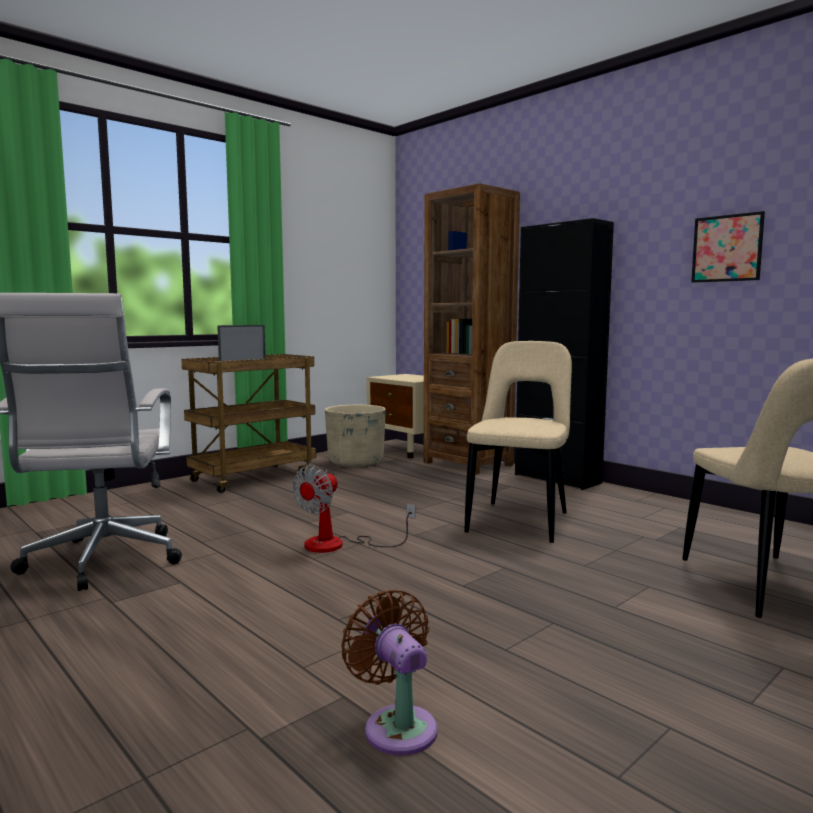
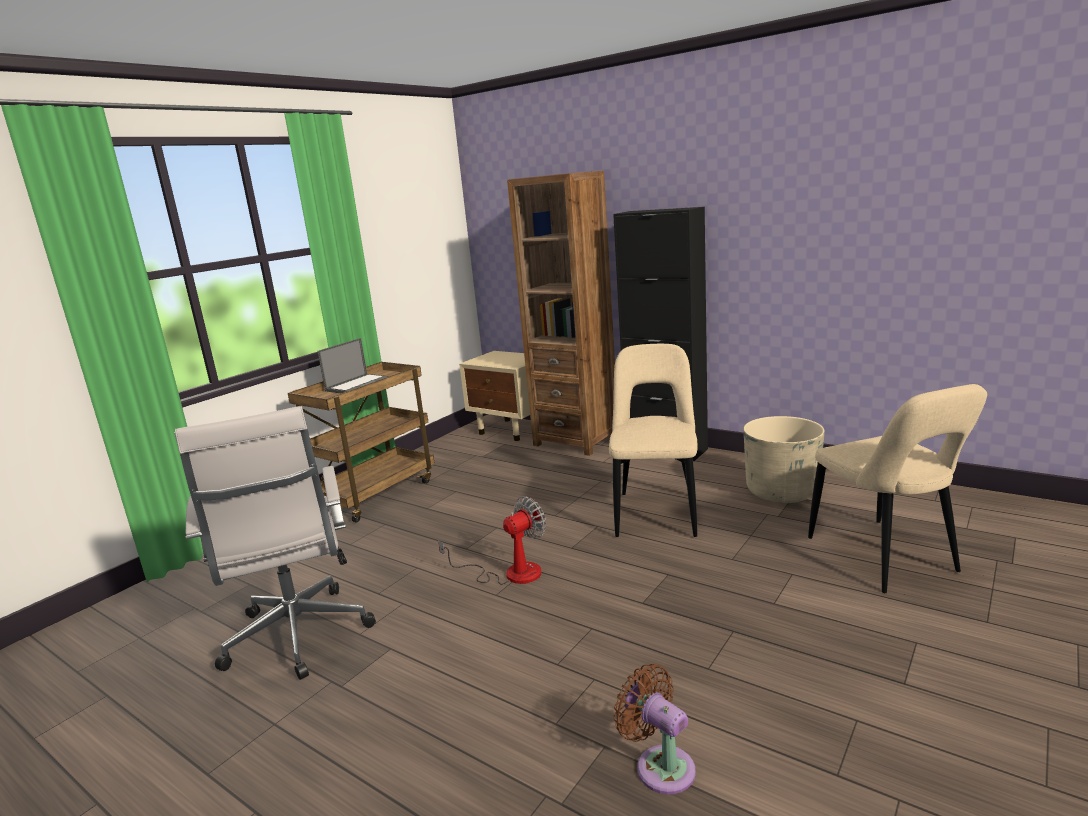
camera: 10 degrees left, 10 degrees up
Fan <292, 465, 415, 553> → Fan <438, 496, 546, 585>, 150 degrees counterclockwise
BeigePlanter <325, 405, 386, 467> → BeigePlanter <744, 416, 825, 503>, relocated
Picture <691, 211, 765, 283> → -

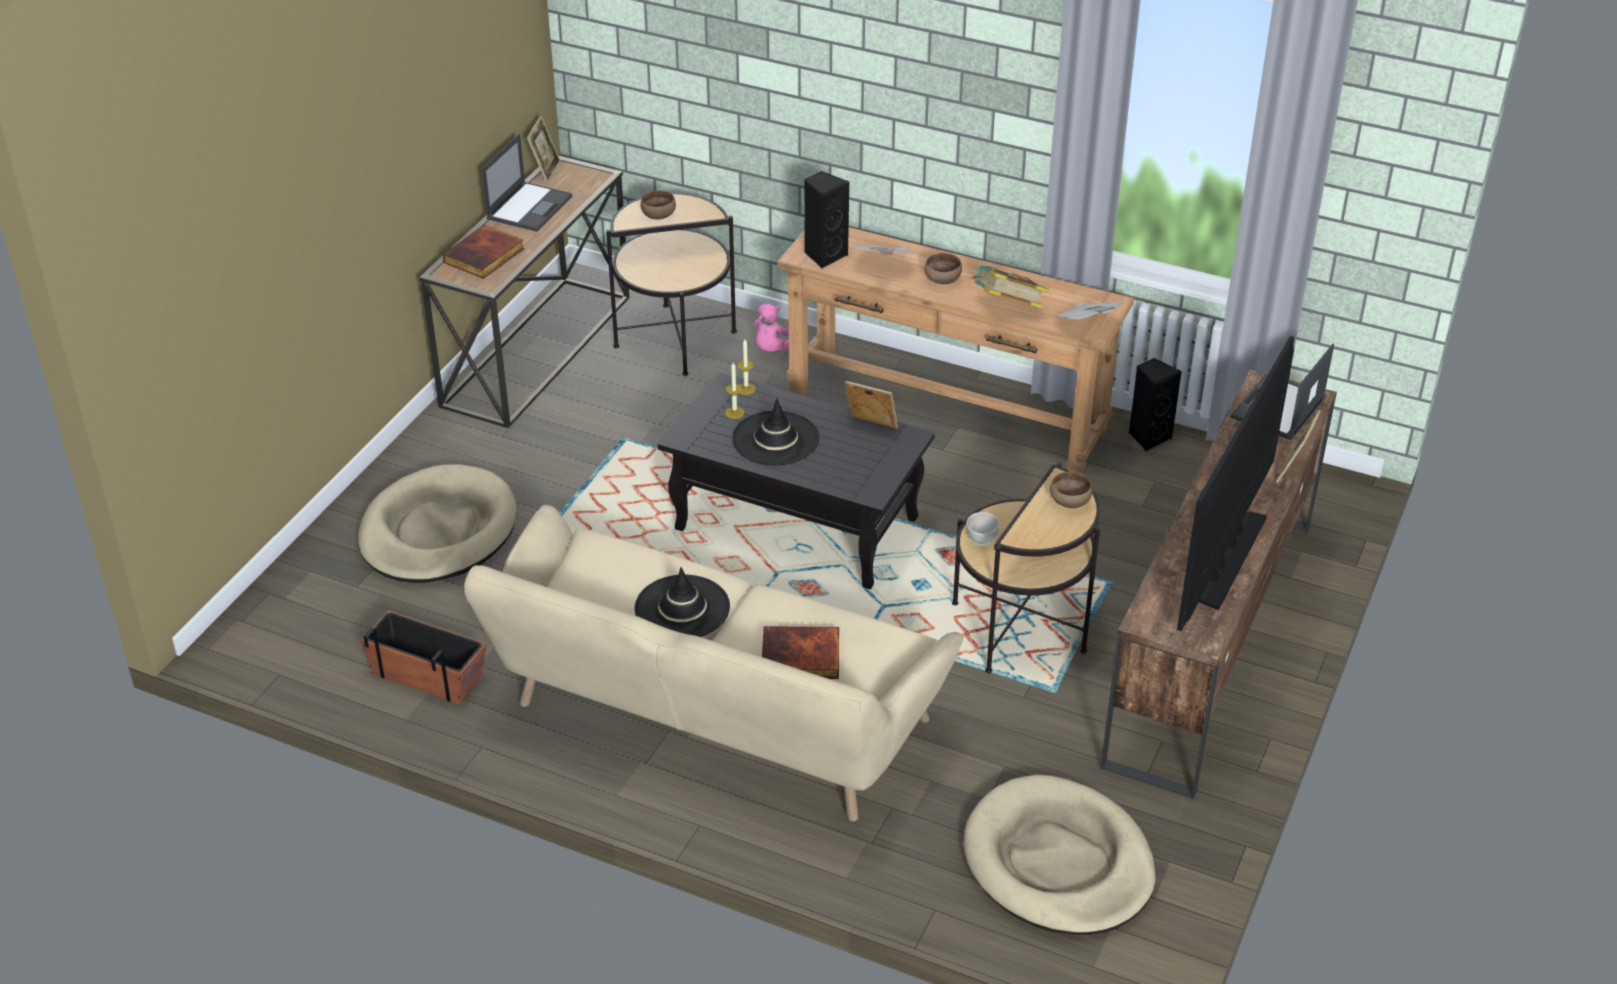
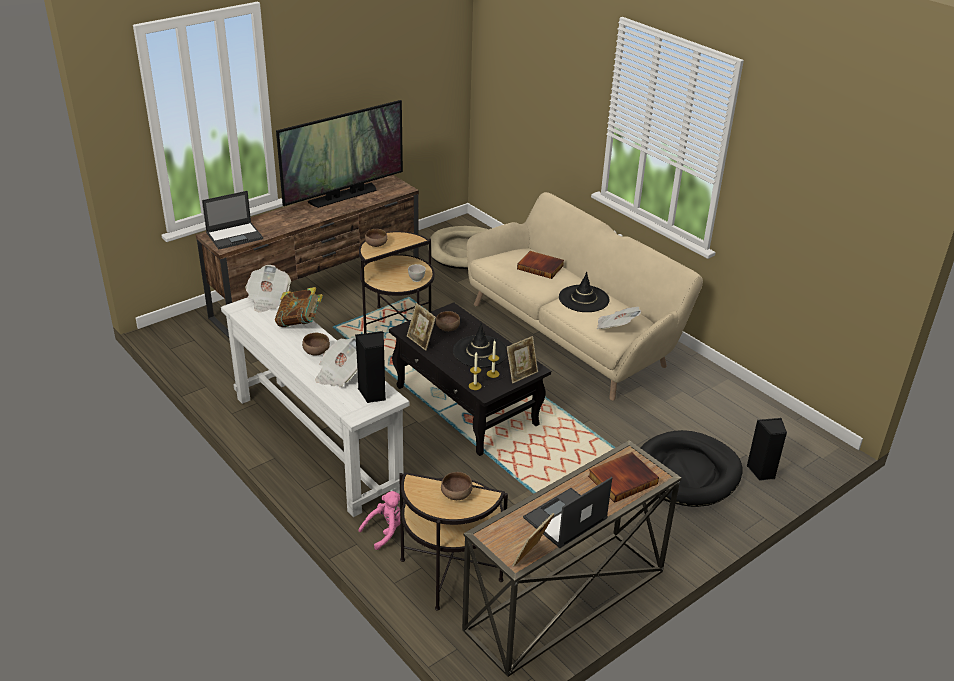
camera: 155 degrees left, 5 degrees down
BrownConsoleTable <777, 227, 1134, 473> → WhiteConsoleTable <221, 297, 409, 517>
- → BrownBowl <436, 311, 460, 331>
PictureFrame <1276, 410, 1321, 483> → PictureFrame <507, 336, 538, 383>, relocated
- → Newspaper <597, 307, 641, 329>
BeigeDogBed <358, 464, 517, 583> → BlackDogBed <640, 430, 743, 507>
BlackSpeaker <1128, 358, 1182, 452> → BlackSpeaker <747, 418, 787, 481>, relocated
Planter <361, 610, 487, 705> → -

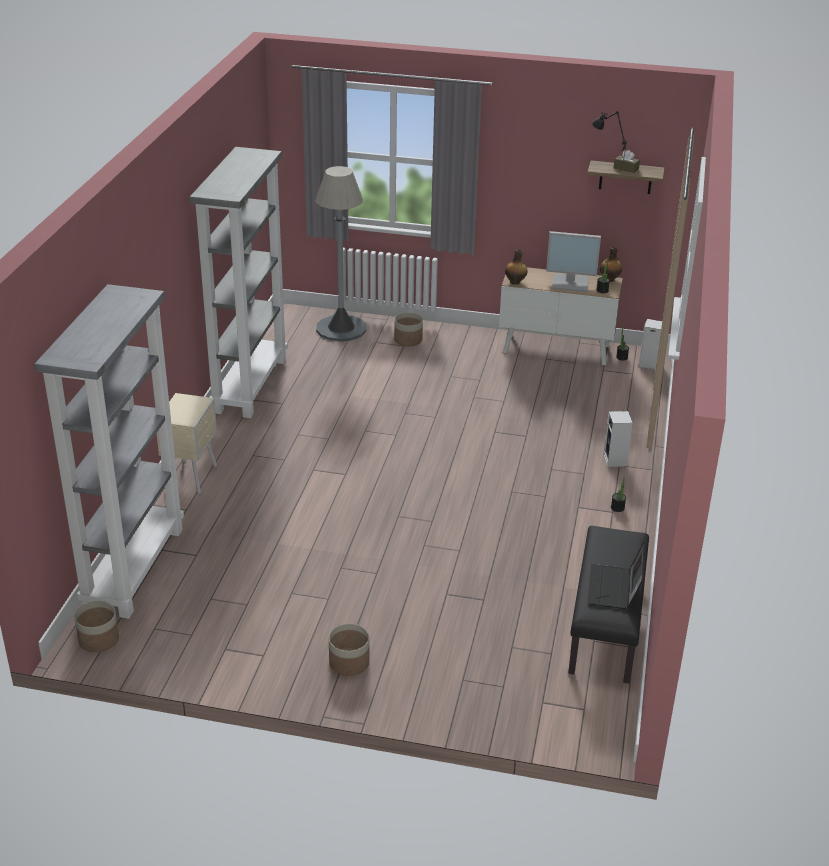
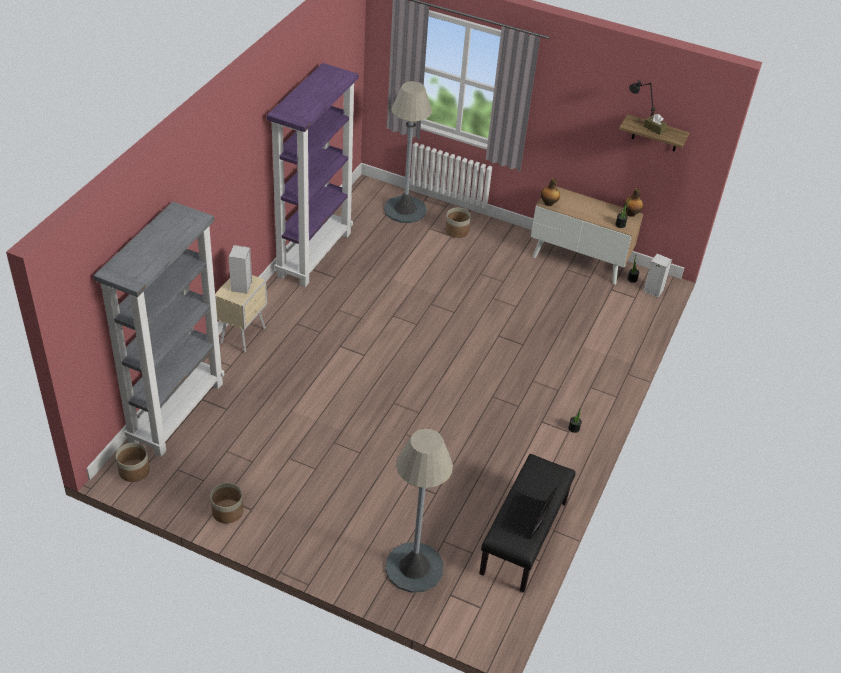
camera: 10 degrees right, 10 degrees up
Planter <329, 624, 369, 676> → Planter <210, 483, 243, 524>, relocated
Speaker <603, 411, 633, 467> → Speaker <229, 245, 252, 294>, relocated
GreyBookcase <190, 147, 288, 418> → PurpleBookcase <267, 63, 359, 287>
- → GreyFloorLamp <385, 429, 453, 593>
Monitor <546, 231, 601, 292> → -

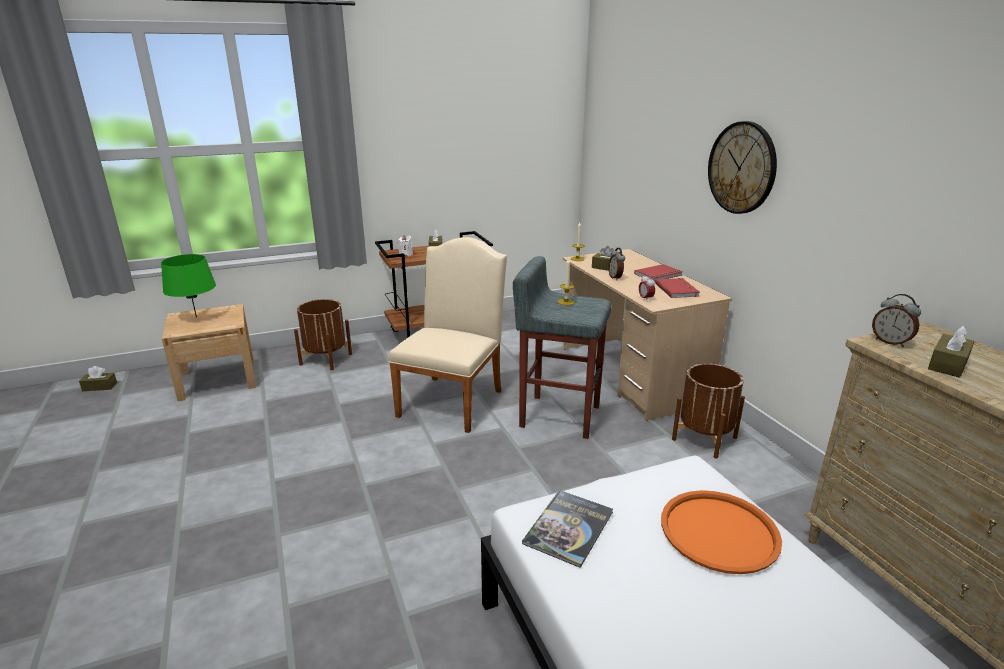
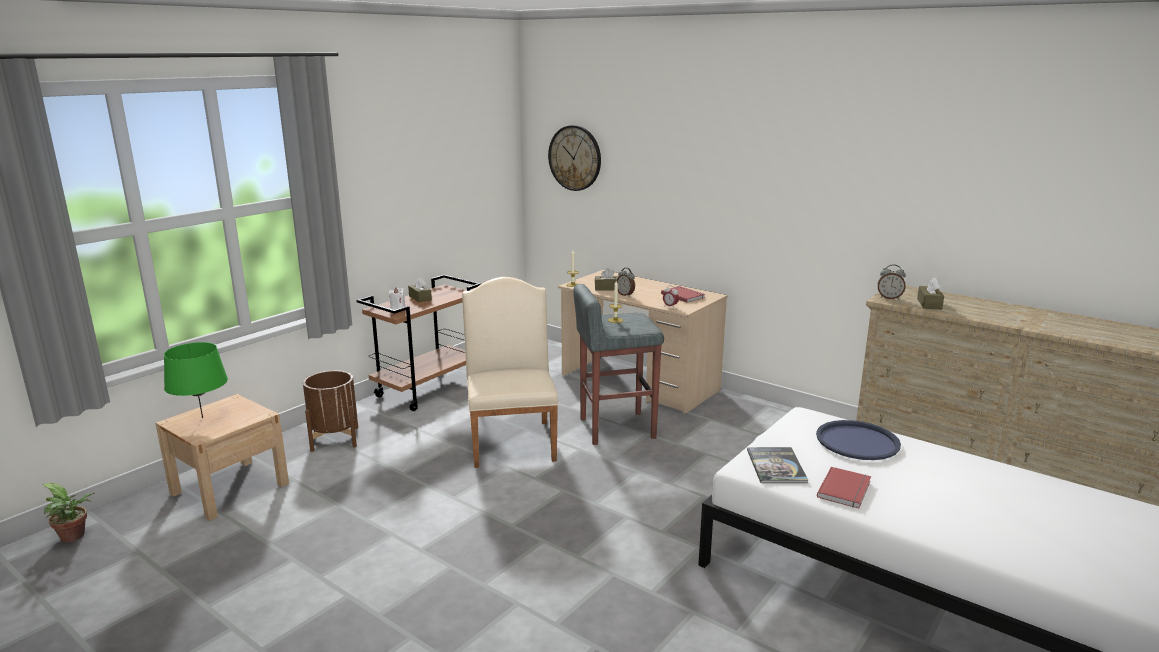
camera: 30 degrees left, 5 degrees down
BrownTissueBox <79, 366, 117, 391> → PottedPlant <43, 483, 95, 542>
WallClock <708, 121, 777, 214> → WallClock <548, 125, 601, 191>, relocated
OrangeTray <661, 490, 782, 574> → BlueTray <816, 420, 901, 460>
RedBook <634, 264, 683, 282> → RedBook <817, 467, 871, 508>, relocated
BrownPlanter <672, 363, 745, 458> → -

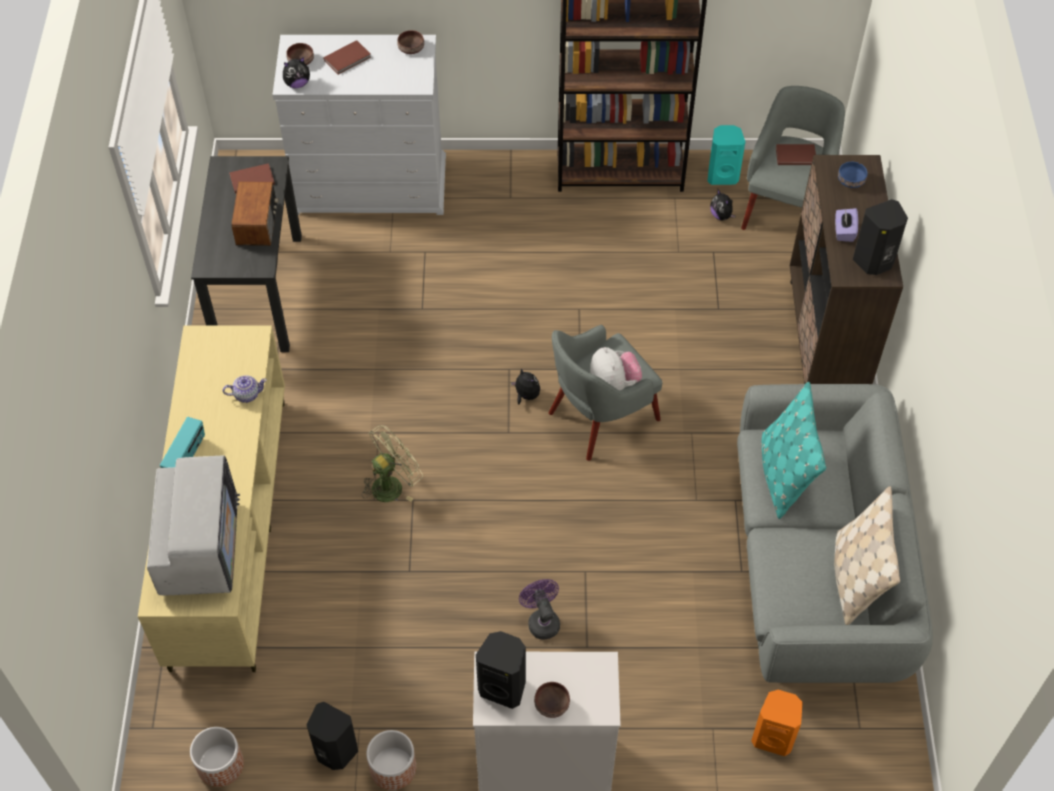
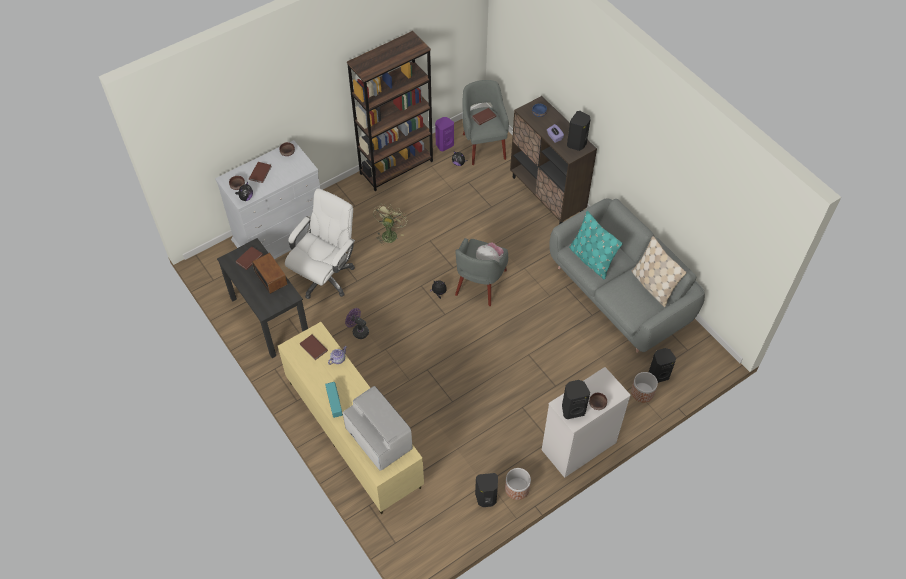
camera: 35 degrees left, 0 degrees up
- → WhiteOfficeChair <285, 188, 355, 299>
- → BrownBook <300, 335, 328, 360>
PurpleFan <519, 579, 560, 640> → PurpleFan <345, 308, 369, 339>, relocated
GreenFan <362, 425, 423, 502> → GreenFan <373, 204, 408, 246>, relocated
TurquoiseSpeaker <707, 125, 745, 185> → PurpleSpeaker <435, 117, 454, 151>
Planter <190, 727, 244, 787> → Planter <631, 372, 658, 402>, relocated
OrangeSpeaker <751, 690, 803, 756> → BlackSpeaker <649, 348, 676, 383>

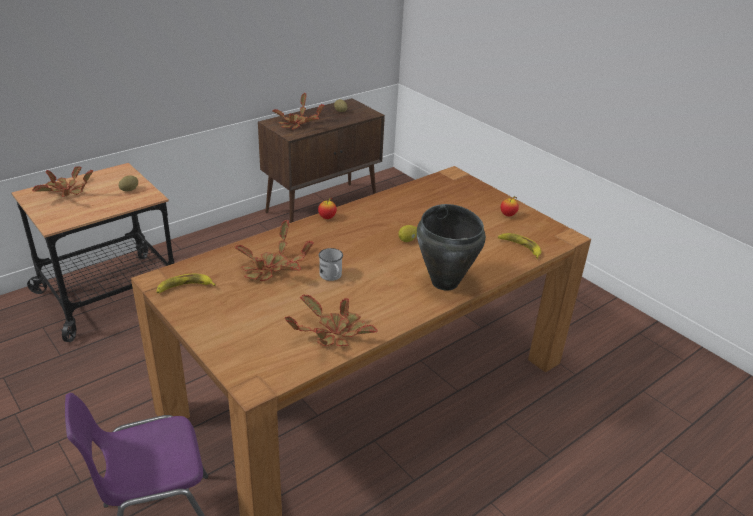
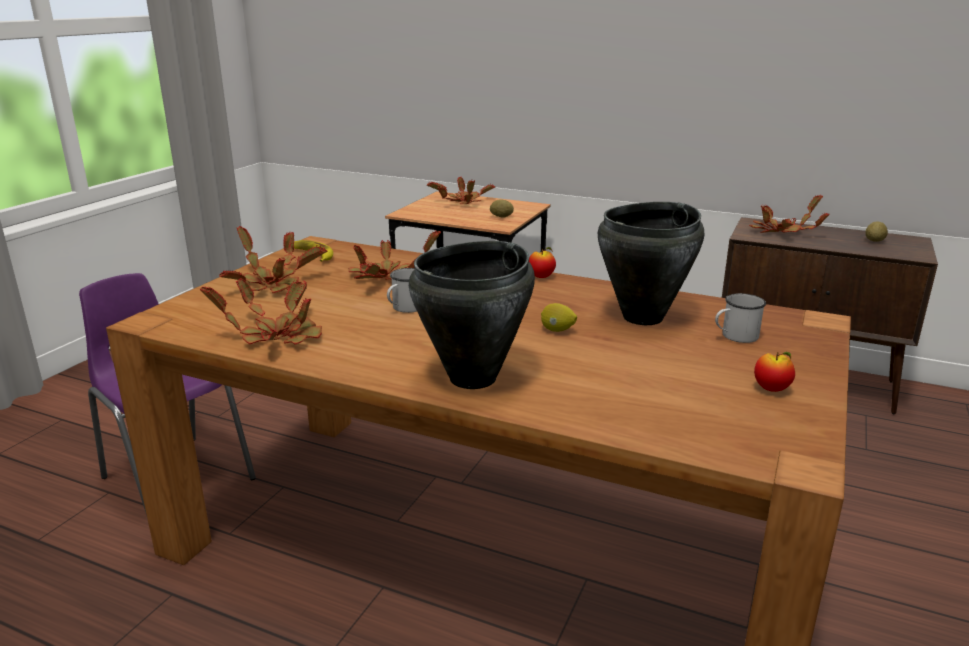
camera: 65 degrees right, 10 degrees down
- → PottedPlant <219, 226, 327, 293>
- → BlackCookingPot <598, 202, 704, 325>
- → WhiteMug <715, 293, 766, 343>
Banana <498, 233, 541, 259> → -

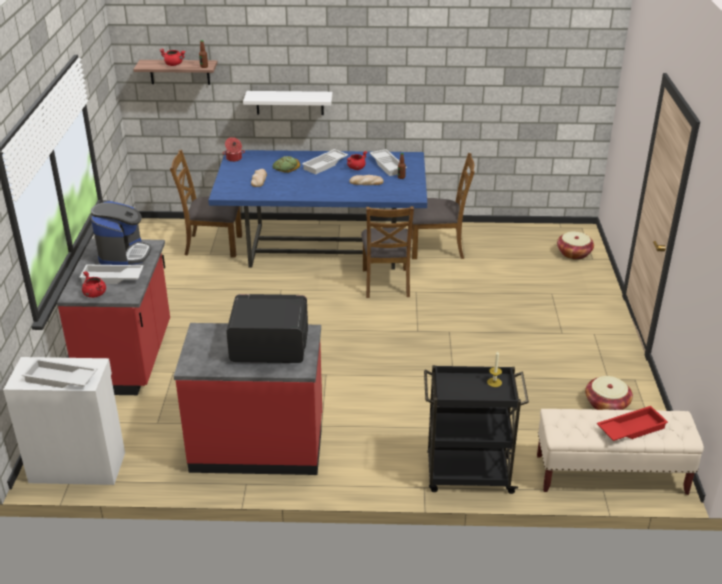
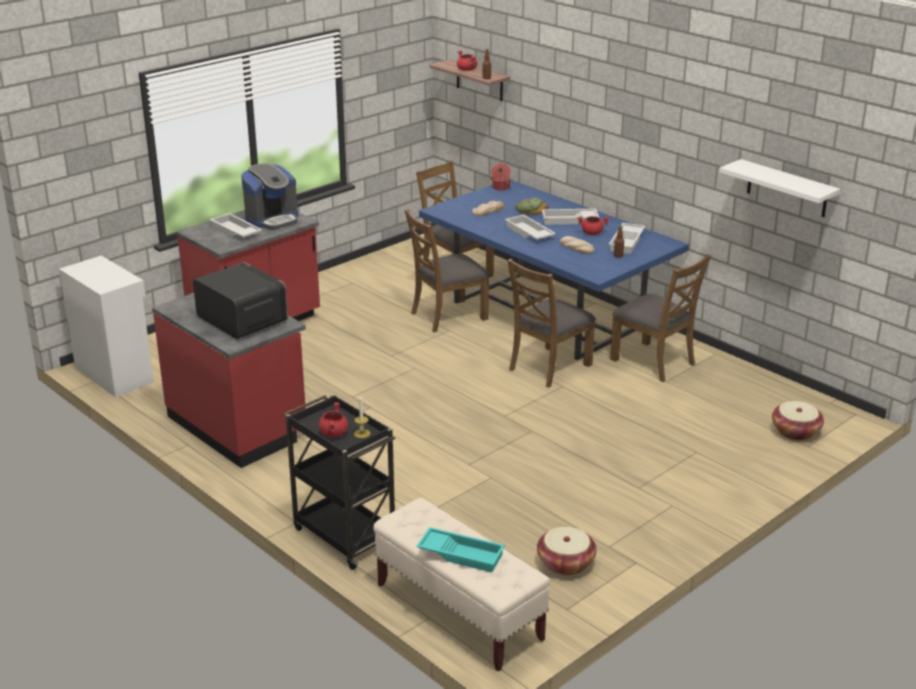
camera: 45 degrees right, 5 degrees down
RedCookingPot <82, 271, 106, 298> → RedCookingPot <318, 402, 348, 437>, relocated
- → BrownChair <404, 209, 490, 332>
RedTray <597, 406, 668, 441> → TurquoiseTray <416, 527, 505, 572>
WhiteTray <22, 359, 98, 388> → WhiteTray <505, 215, 556, 240>, relocated
WhiteShelf <243, 91, 332, 115> → WhiteShelf <719, 159, 840, 217>, relocated

